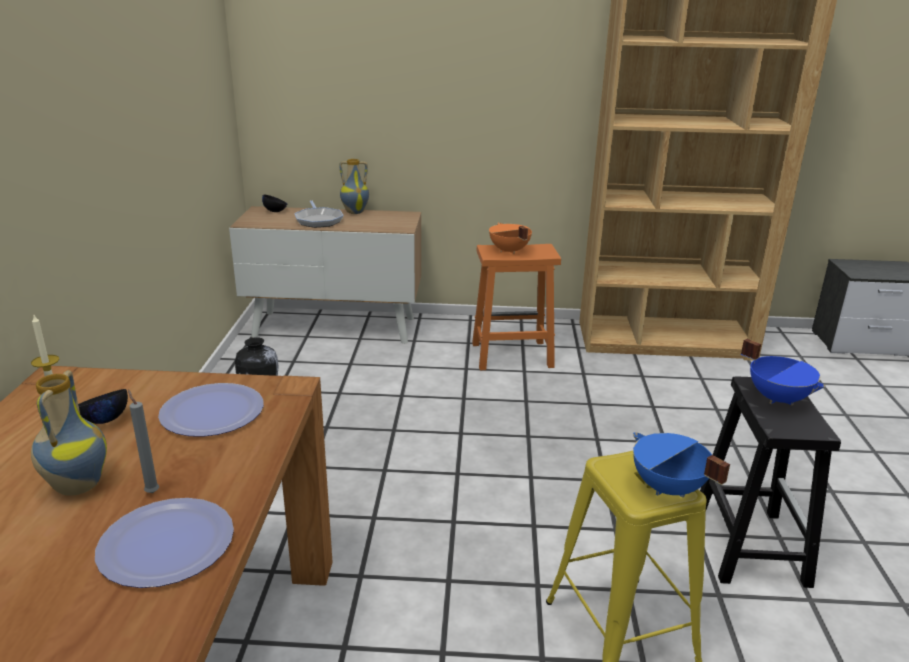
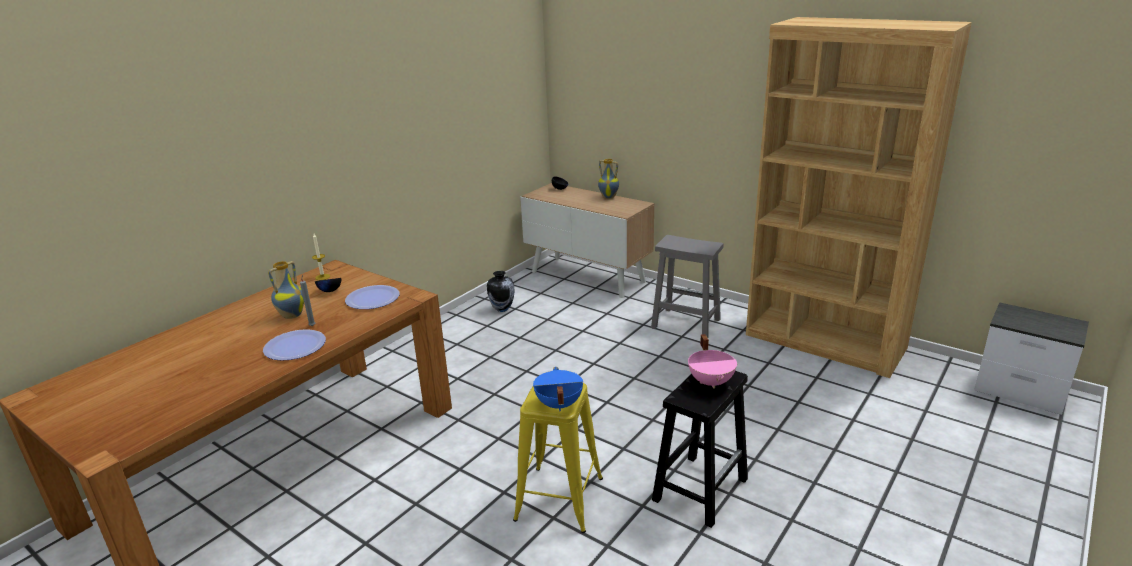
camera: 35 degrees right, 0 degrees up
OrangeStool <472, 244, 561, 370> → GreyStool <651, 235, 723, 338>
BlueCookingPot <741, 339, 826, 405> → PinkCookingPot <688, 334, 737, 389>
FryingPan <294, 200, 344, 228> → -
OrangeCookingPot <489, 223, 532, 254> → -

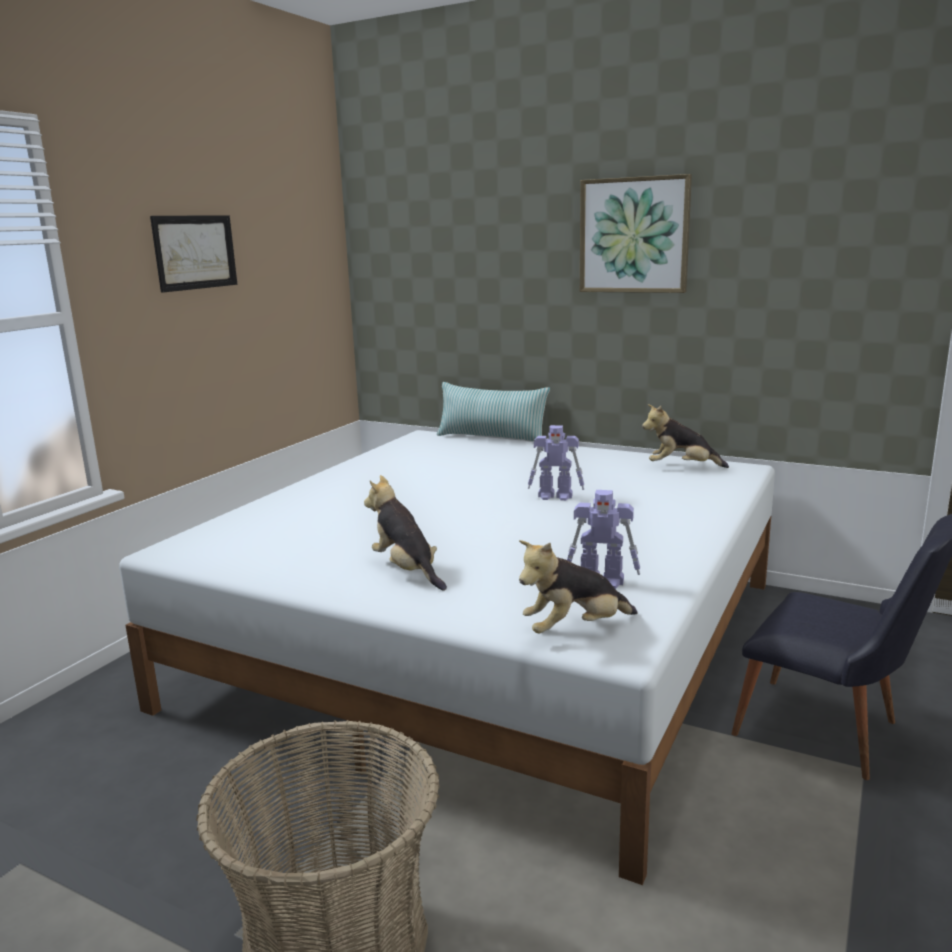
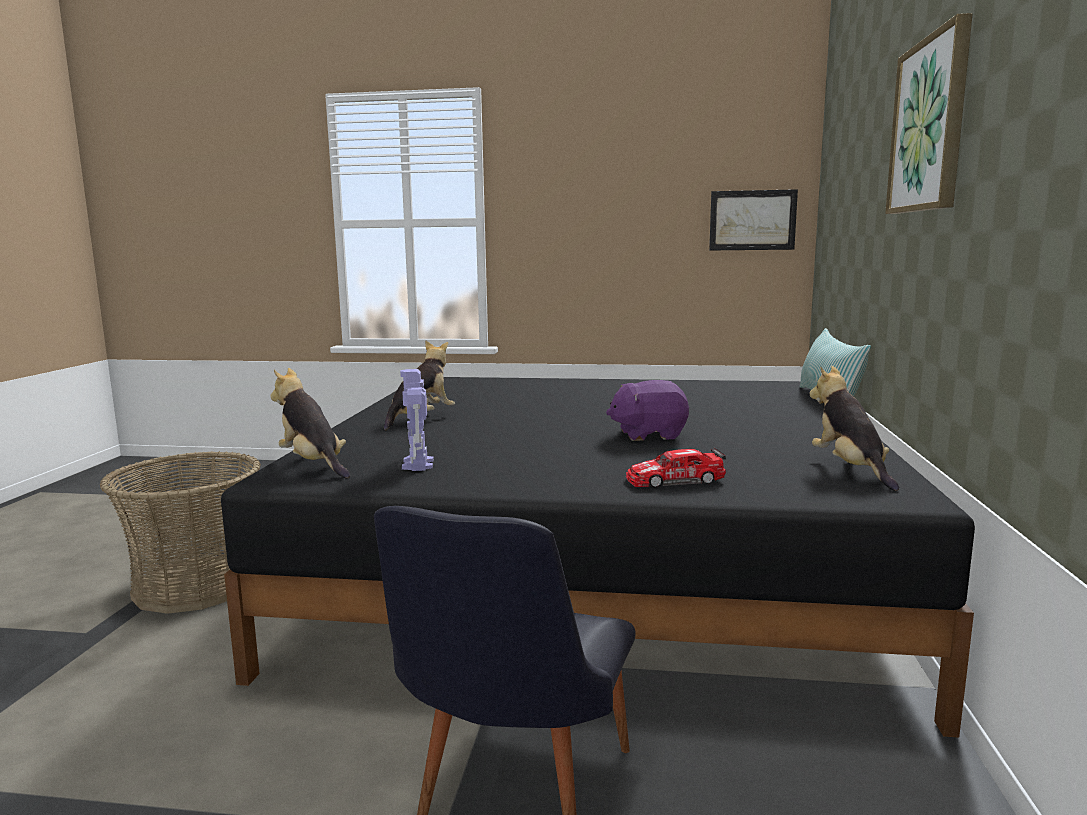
camera: 70 degrees right, 5 degrees down
WhiteBed <119, 430, 775, 885> → BlackBed <221, 377, 975, 738>
ToyRobot <528, 425, 584, 501> → PurplePlushToy <606, 380, 689, 441>
- → ToyCar <626, 448, 726, 488>
Picture <150, 215, 237, 293> → Picture <709, 189, 798, 250>, relocated

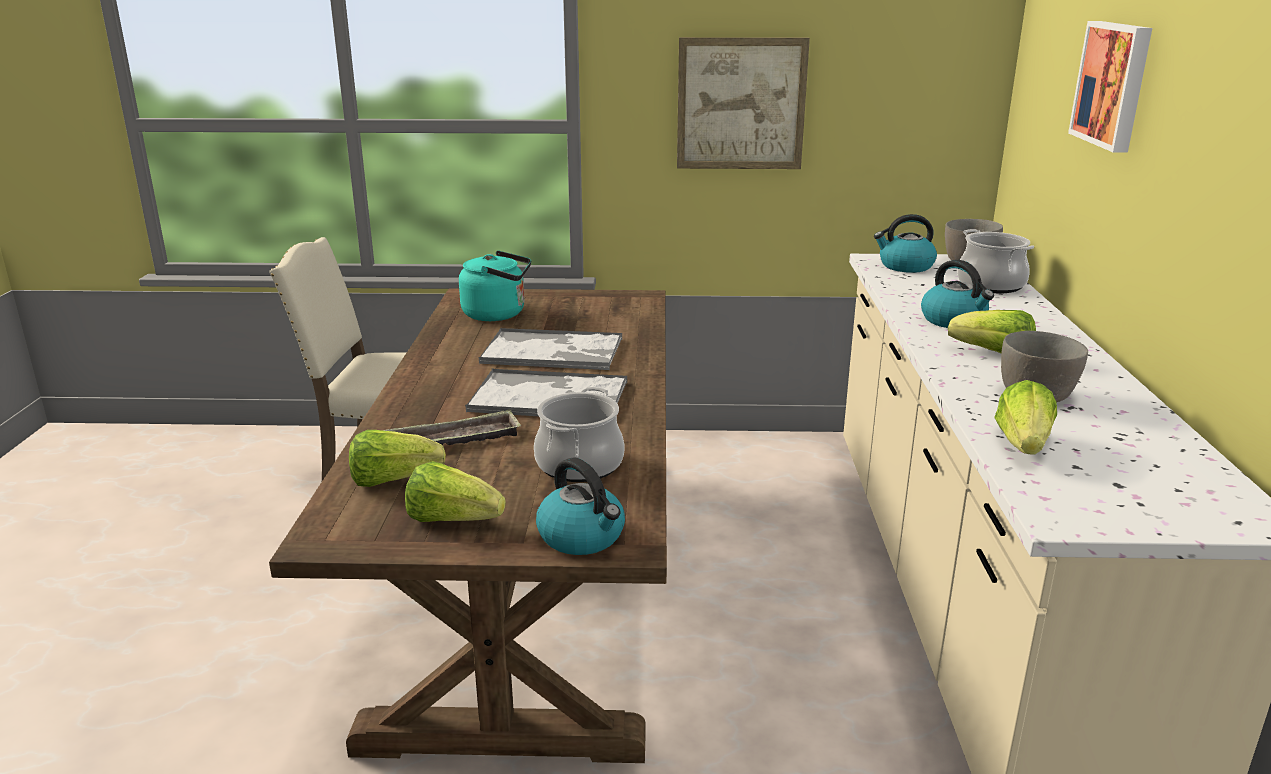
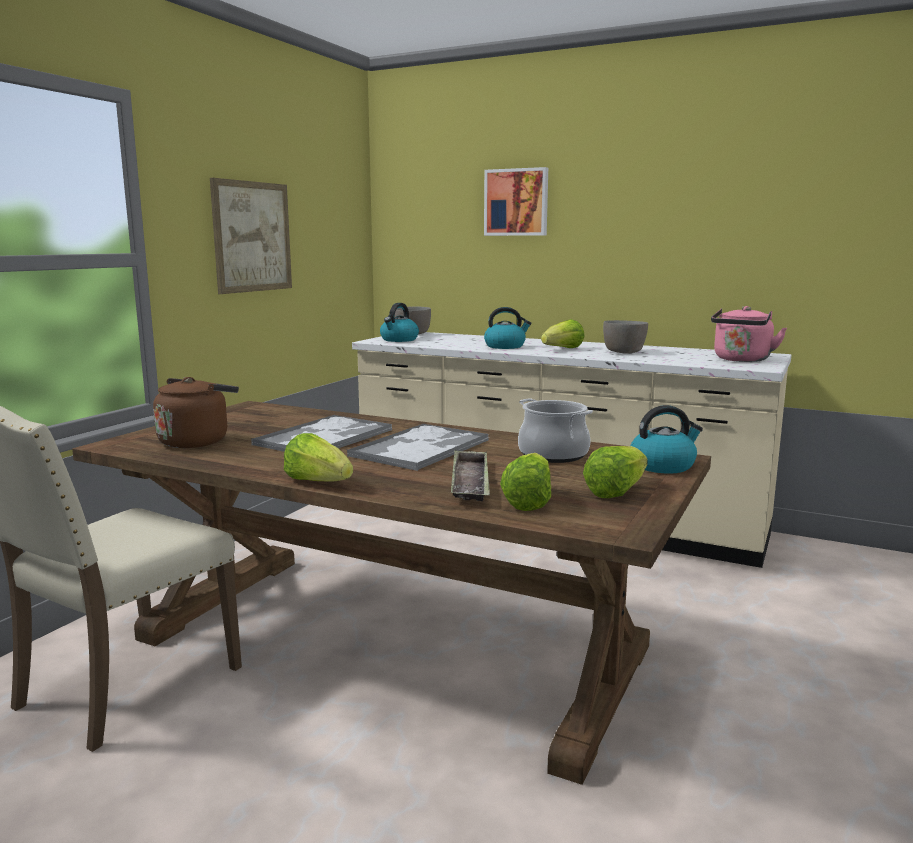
camera: 65 degrees left, 10 degrees down
TurquoiseKettle <459, 251, 531, 321> → BrownKettle <153, 377, 239, 448>
Lettuce <994, 380, 1057, 455> → Lettuce <284, 433, 353, 482>, relocated
- → PinkKettle <711, 306, 787, 362>
CookingPot <957, 229, 1034, 293> → -

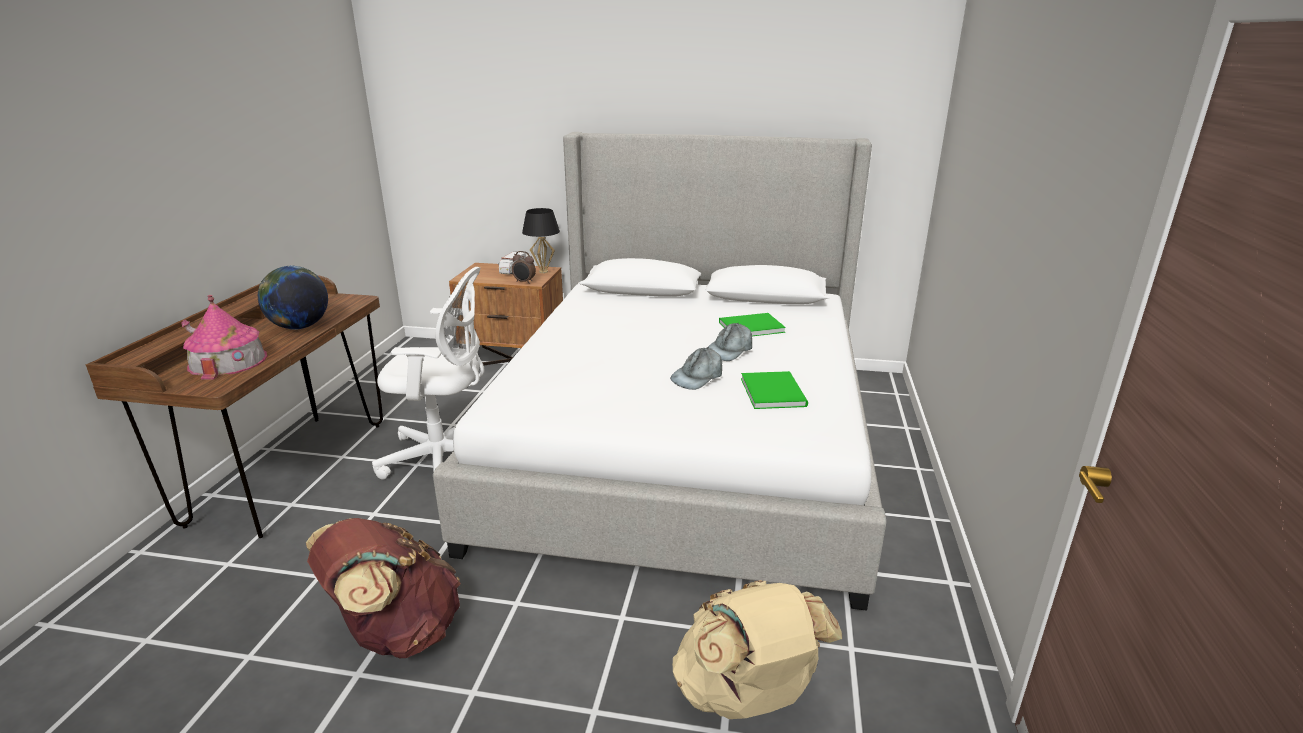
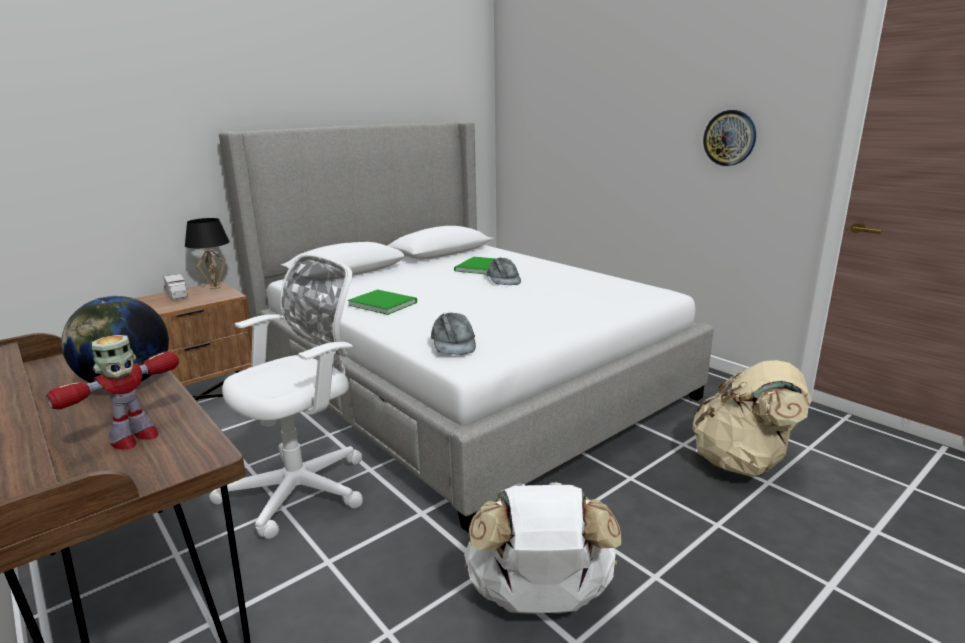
camera: 50 degrees left, 5 degrees down
ToyHouse <181, 295, 267, 379> → ToyRobot <46, 335, 179, 450>
GreenBook <741, 371, 808, 409> → GreenBook <348, 289, 417, 315>, relocated
GreyCap <670, 347, 722, 390> → GreyCap <431, 312, 476, 355>, relocated
BrownBackpack <306, 518, 461, 659> → WhiteBackpack <464, 482, 621, 614>
- → WallClock <703, 110, 756, 166>
AlarmClock <512, 251, 536, 284> → -

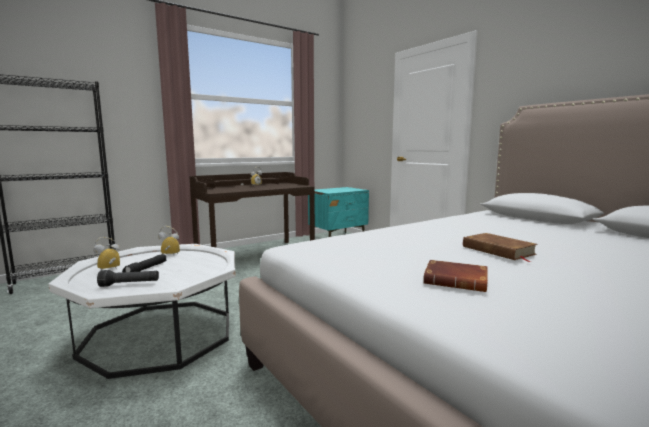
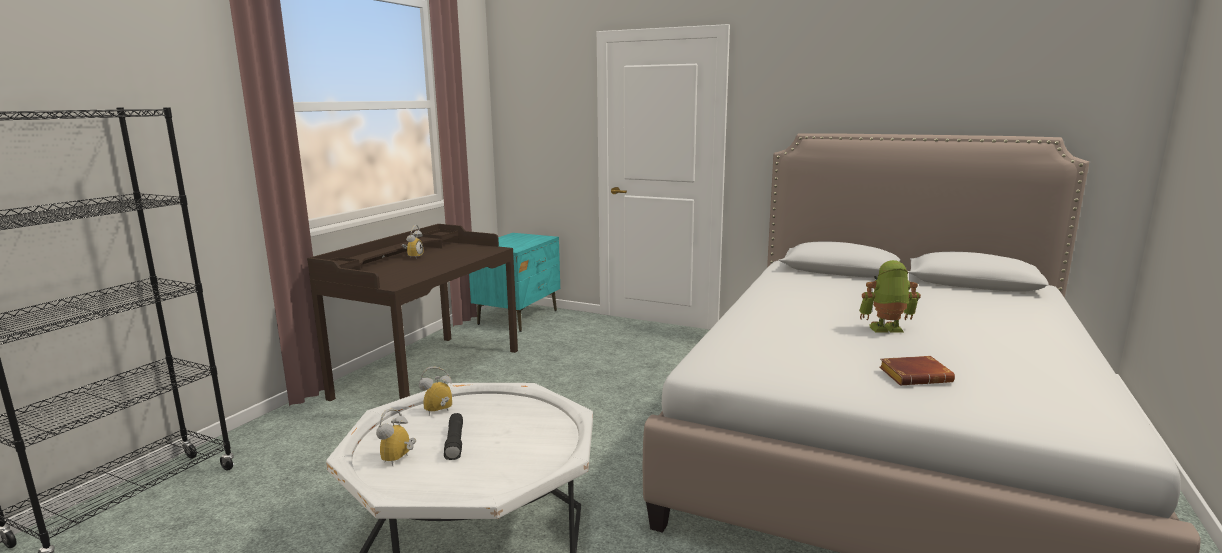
camera: 30 degrees left, 5 degrees up
BrownBook <463, 233, 538, 262> → ToyRobot <859, 260, 921, 332>
BlackFlashlight <97, 270, 159, 287> → -

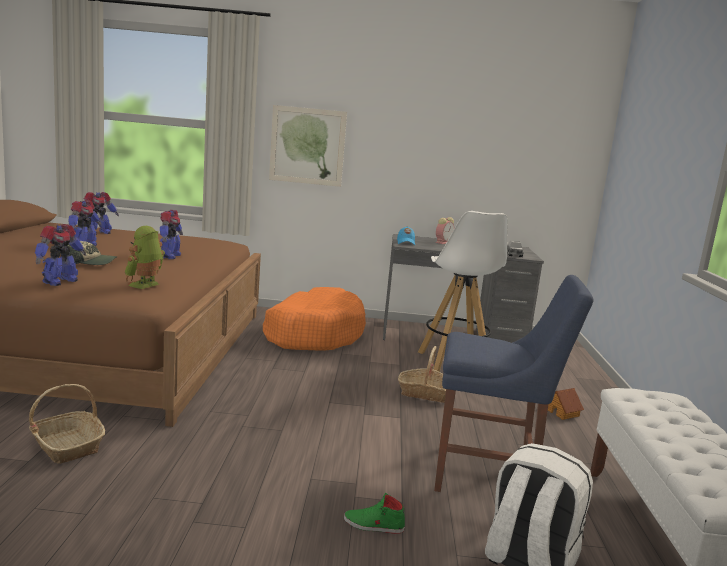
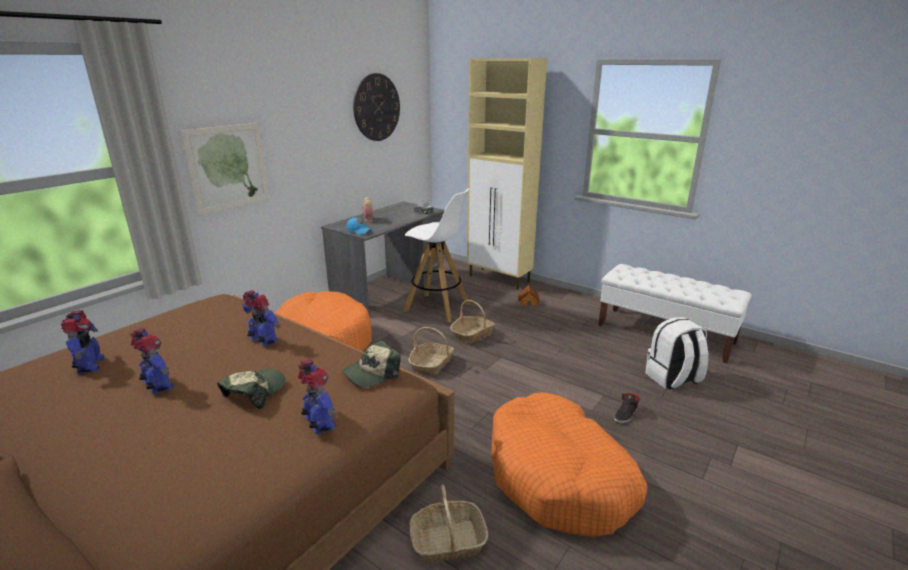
camera: 55 degrees left, 10 degrees up
ToyRobot <125, 226, 165, 289> → Cap <342, 341, 401, 387>
- → WallClock <353, 73, 400, 141>
- → Basket <408, 327, 454, 376>
- → BeigeCabinet <467, 58, 547, 290>
- → OrangeDogBed <491, 392, 647, 537>
GreenShoe <344, 493, 405, 534> → BlackShoe <614, 393, 639, 423>
BlueChair <434, 275, 594, 492> → -

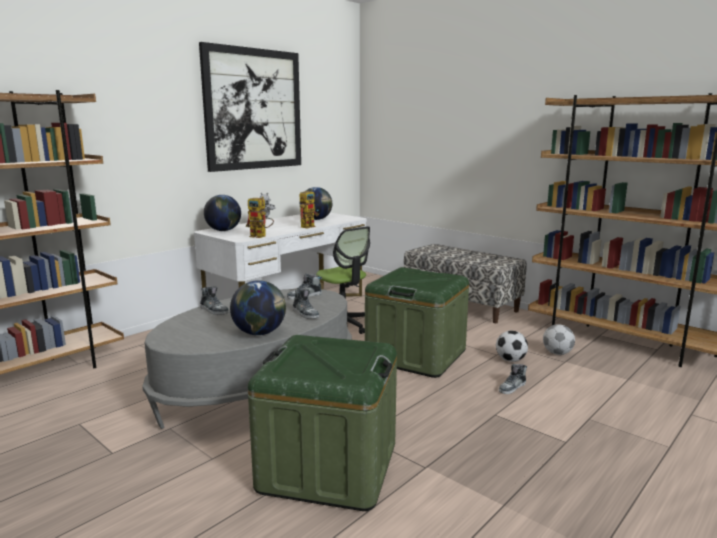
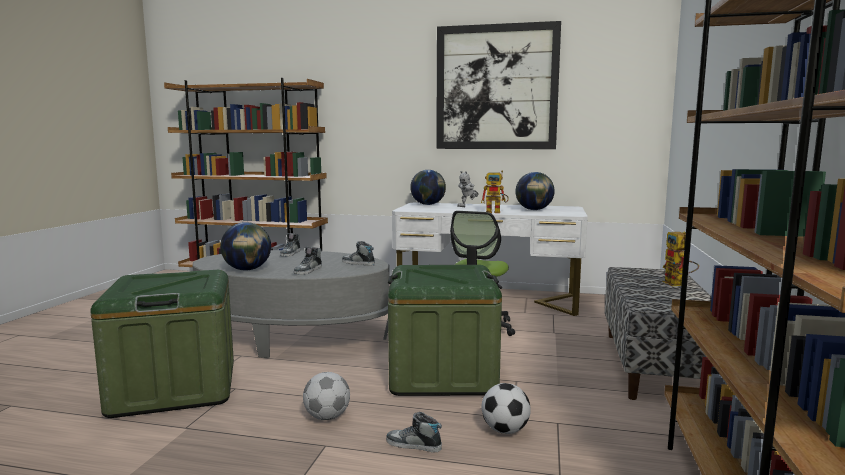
camera: 60 degrees right, 5 degrees down
Football <543, 324, 575, 355> → Football <303, 372, 350, 420>, relocated
ToyRobot <246, 197, 274, 238> → ToyRobot <662, 232, 699, 286>, relocated

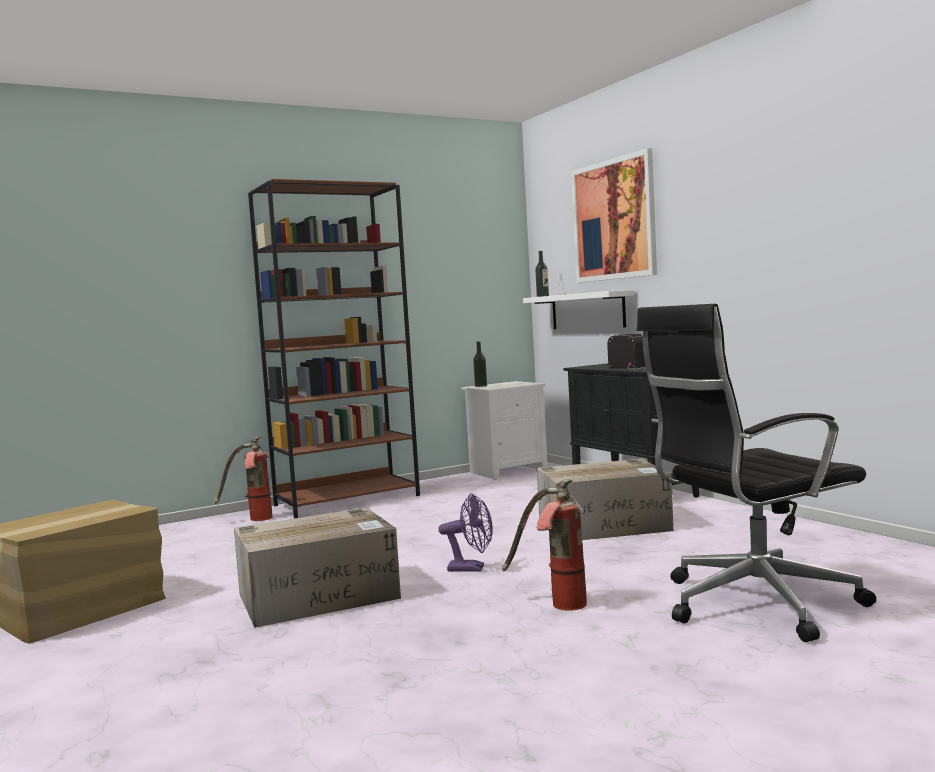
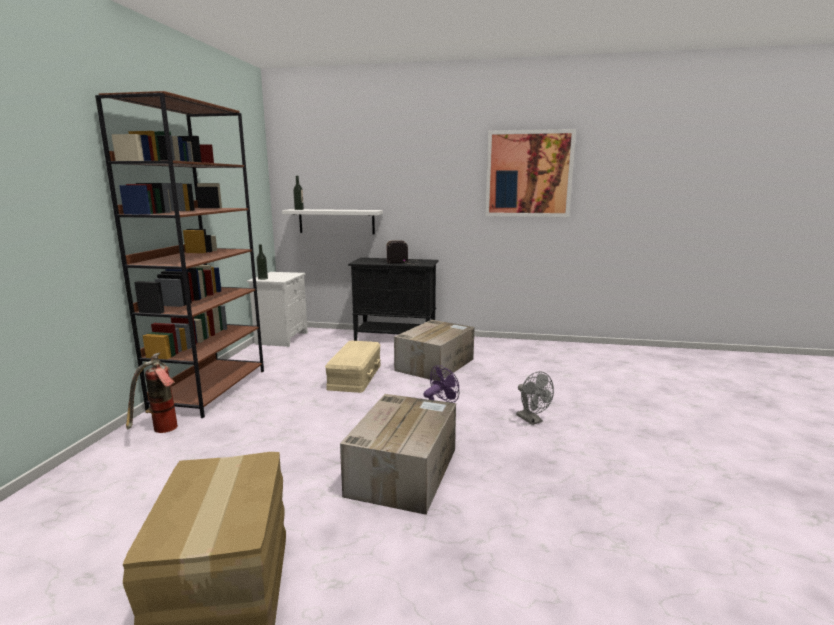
camera: 50 degrees left, 10 degrees up
- → BeigeStorageBox <325, 341, 381, 393>
Picture <571, 148, 657, 283> → Picture <485, 129, 576, 217>, relocated
FireExtinguisher <503, 479, 587, 611> → GreyFan <516, 371, 554, 425>
BlackOfficeChair <637, 304, 876, 642> → -

